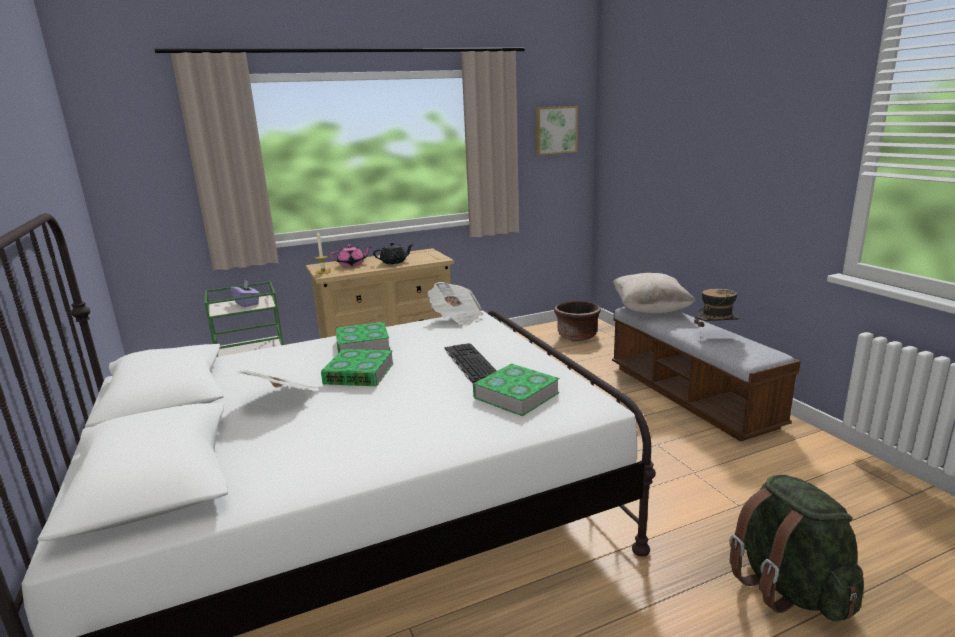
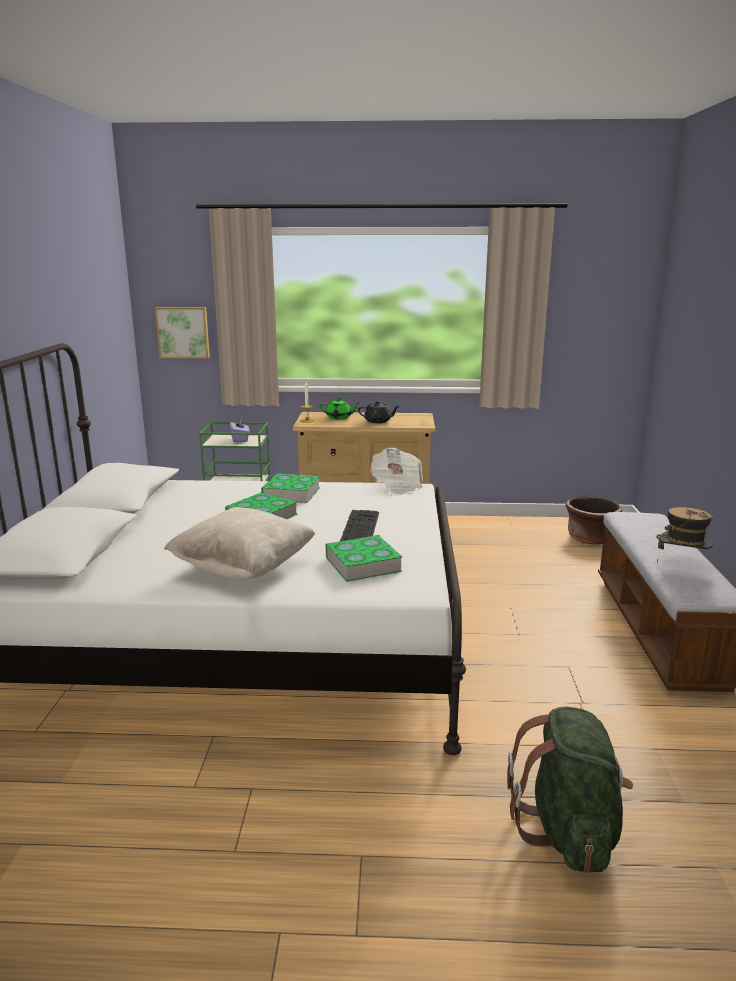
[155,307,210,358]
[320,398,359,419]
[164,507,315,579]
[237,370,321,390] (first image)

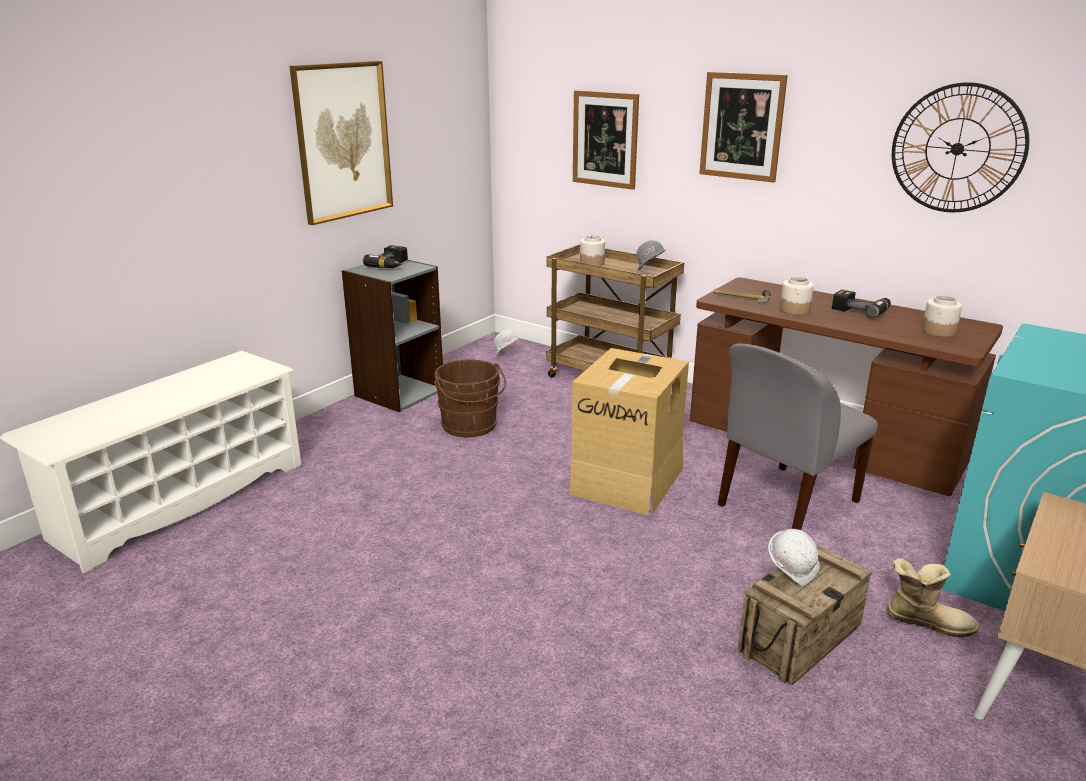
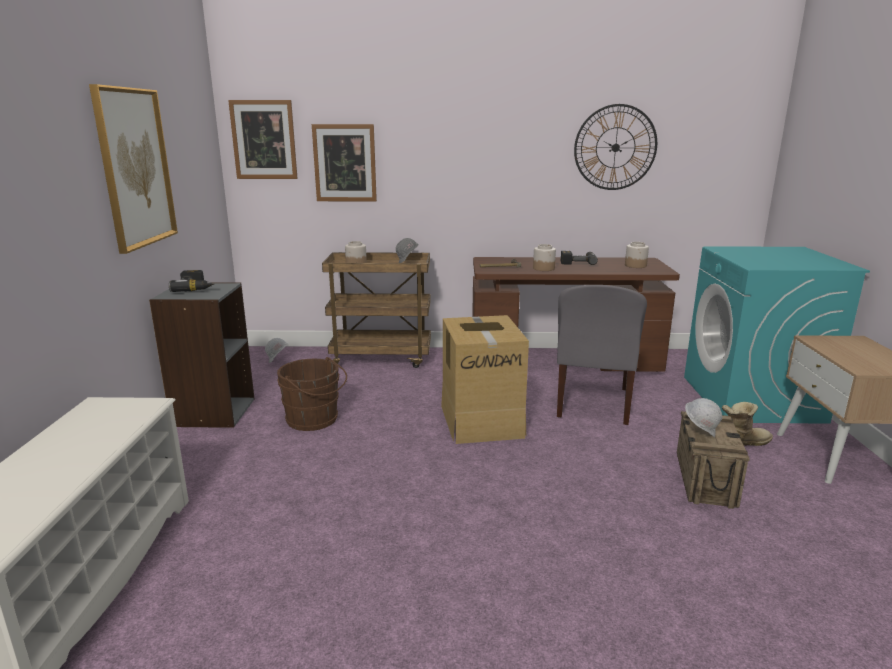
[228,100,298,179]

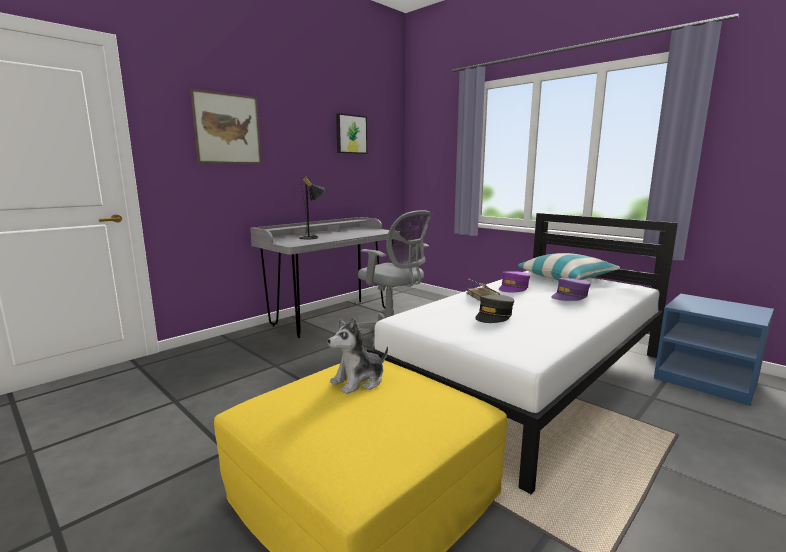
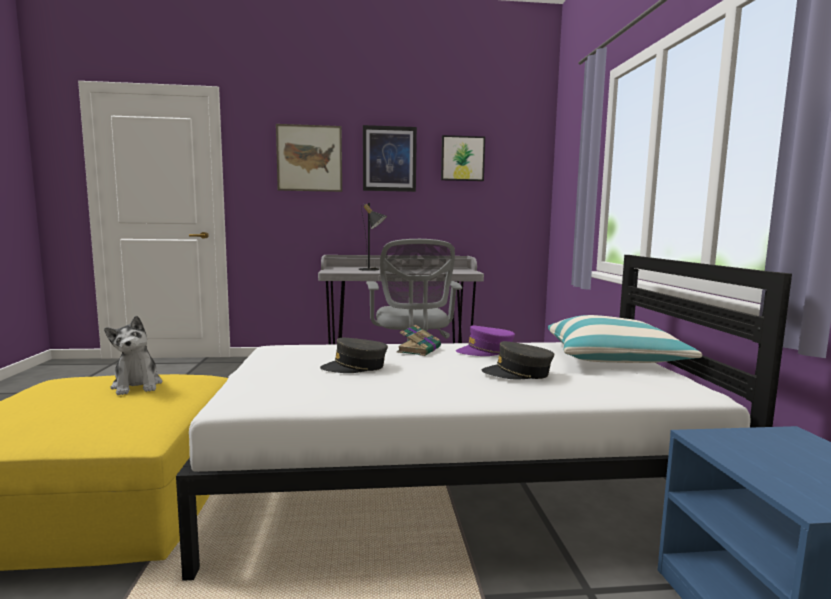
[482,341,554,379]
[104,316,162,395]
[363,125,417,192]

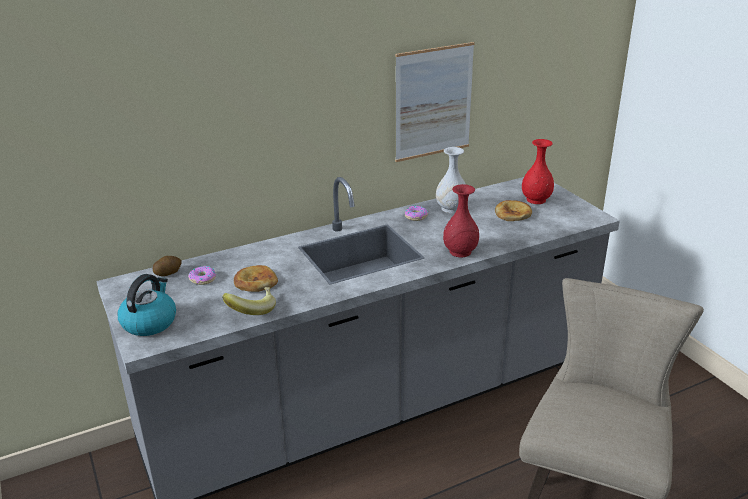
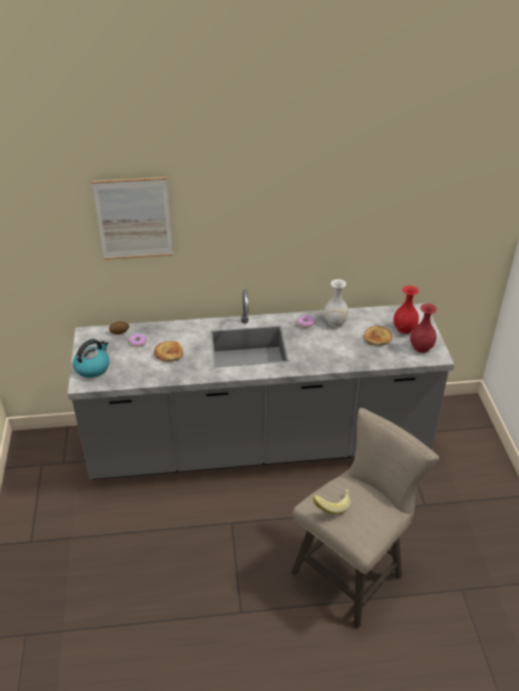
[92,177,173,260]
[410,303,437,353]
[313,489,351,515]

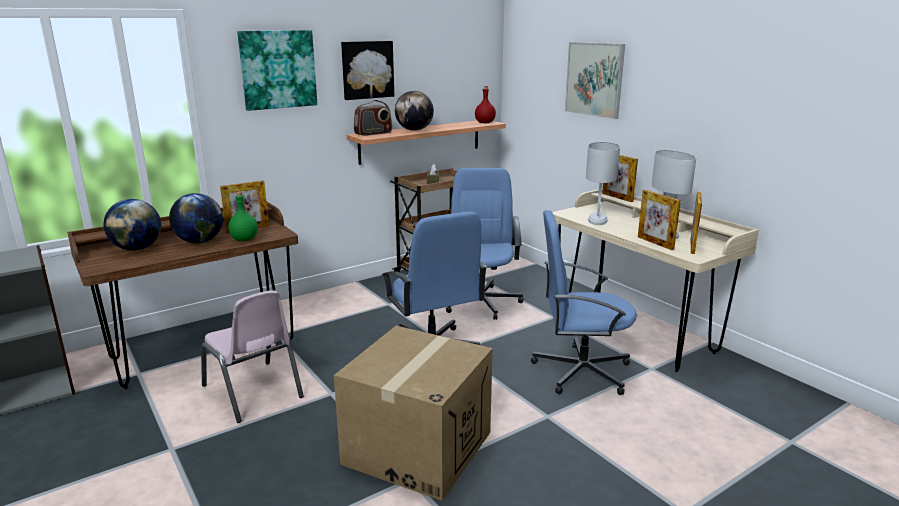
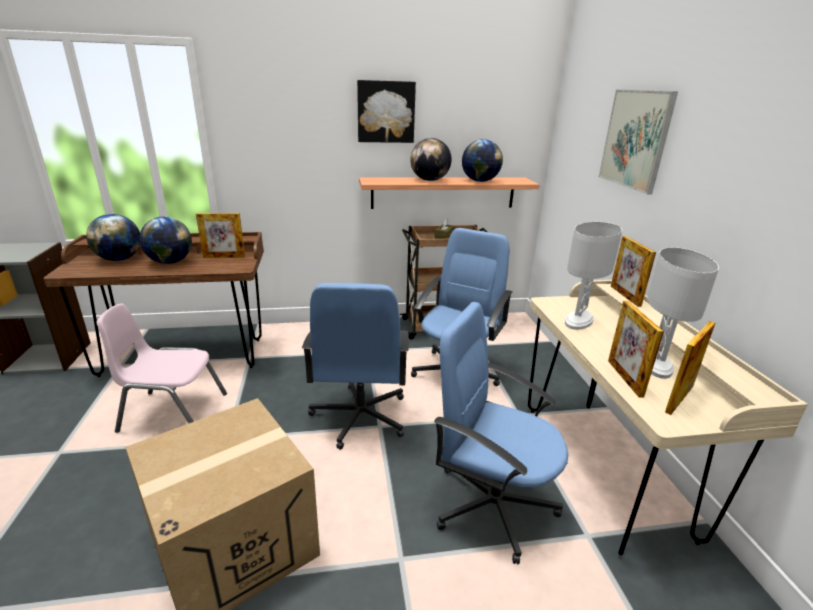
[237,30,317,111] (first image)
[475,86,496,123] (first image)
[354,100,392,136] (first image)
[228,192,258,241] (first image)
[97,304,227,433]
[462,139,503,182]

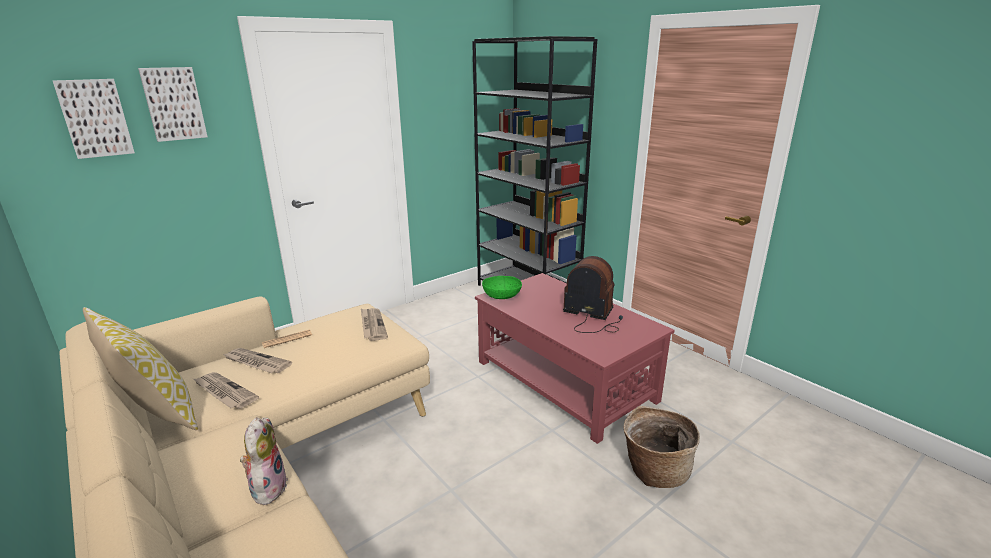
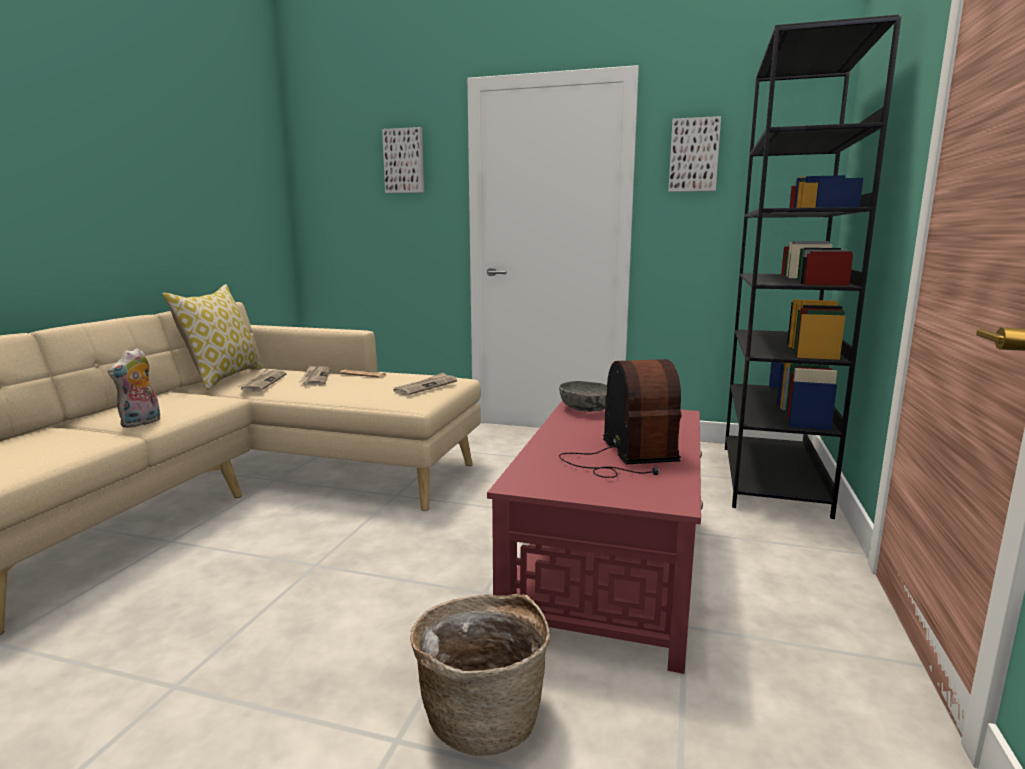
[668,116,721,192]
[559,381,607,412]
[108,348,160,428]

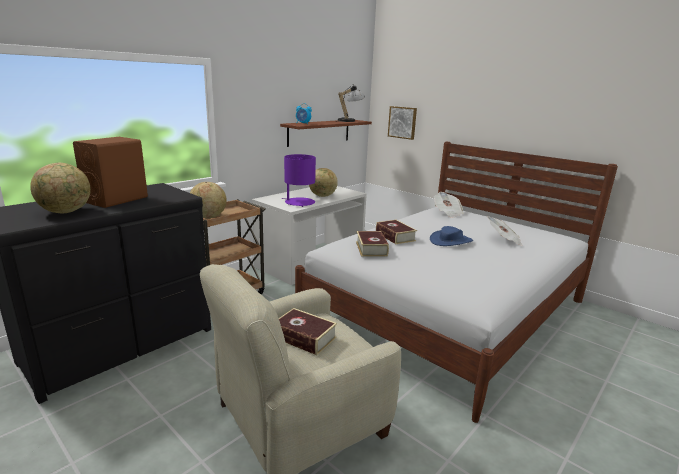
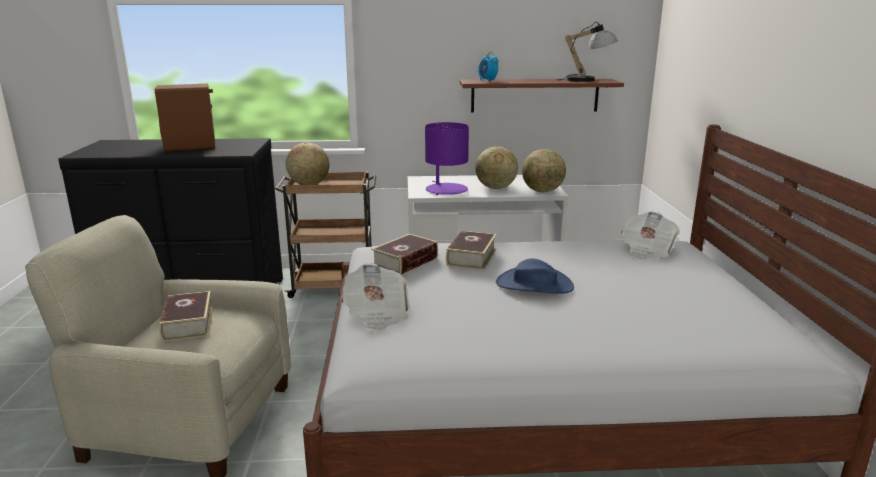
[388,106,417,140] (first image)
[522,149,566,192]
[341,263,409,332]

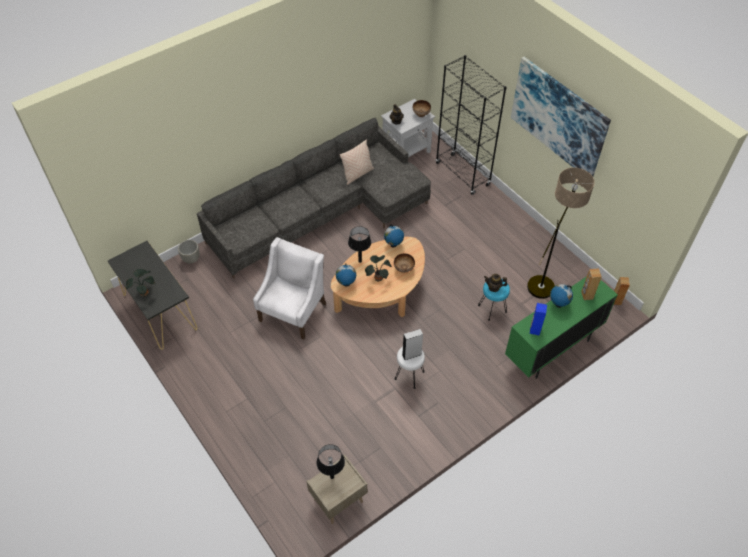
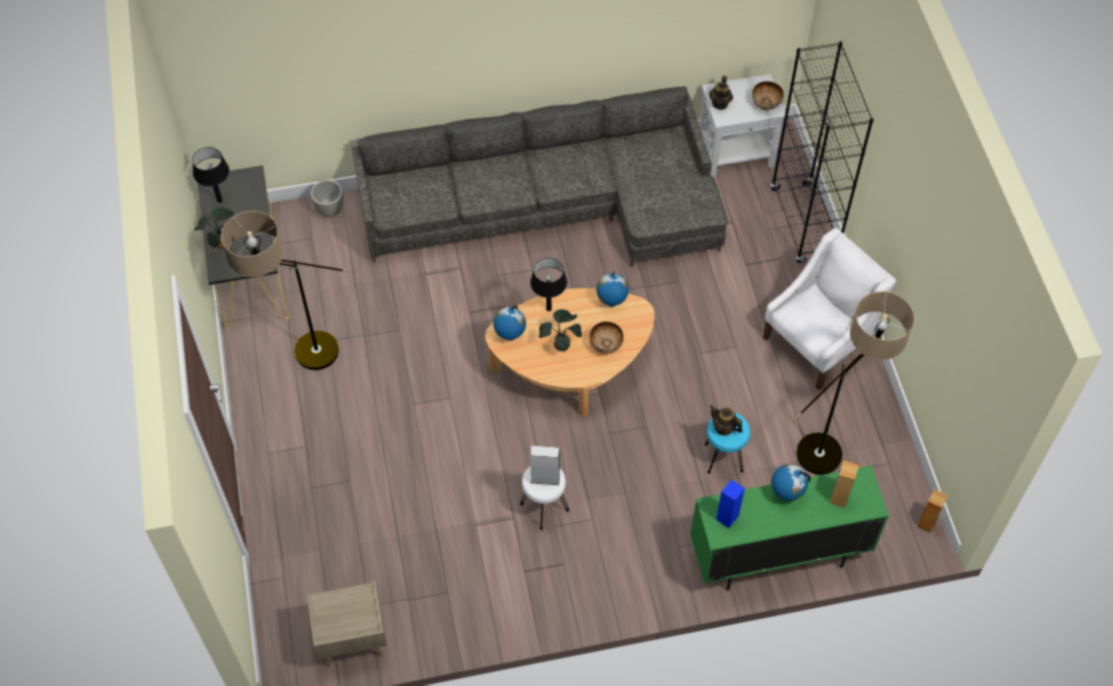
[511,57,611,176] (first image)
[339,140,374,185] (first image)
[763,228,896,390]
[192,147,229,203]
[221,211,353,370]

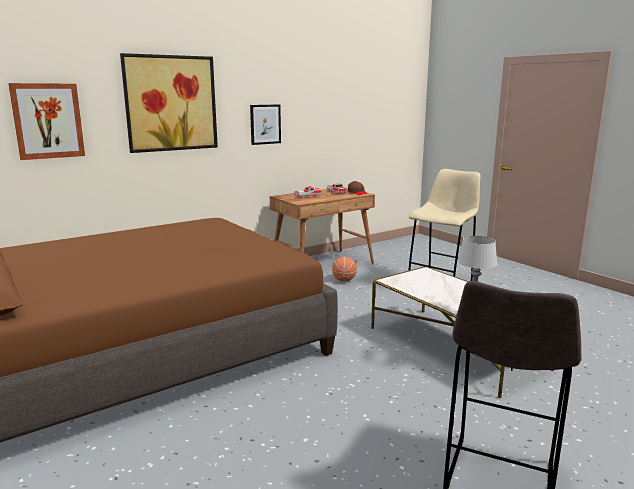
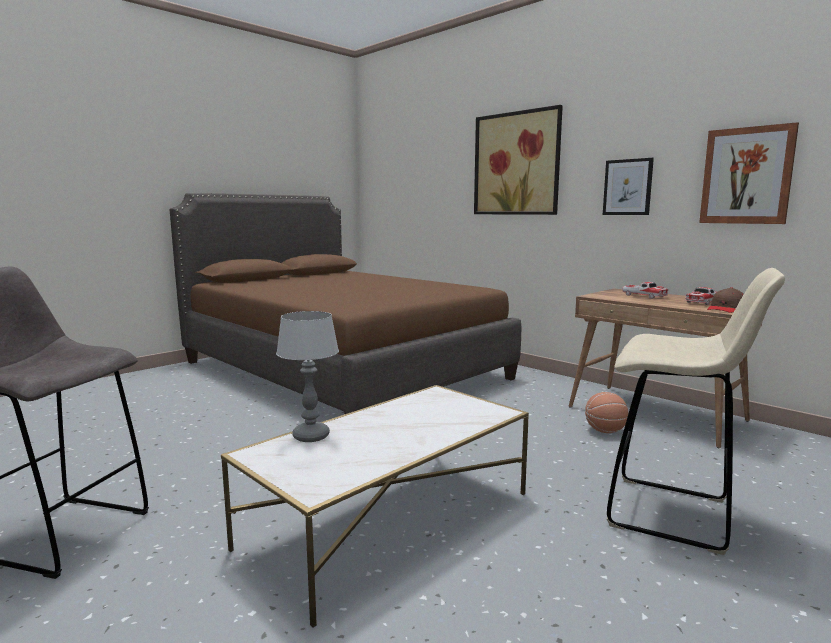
[699,122,799,224]

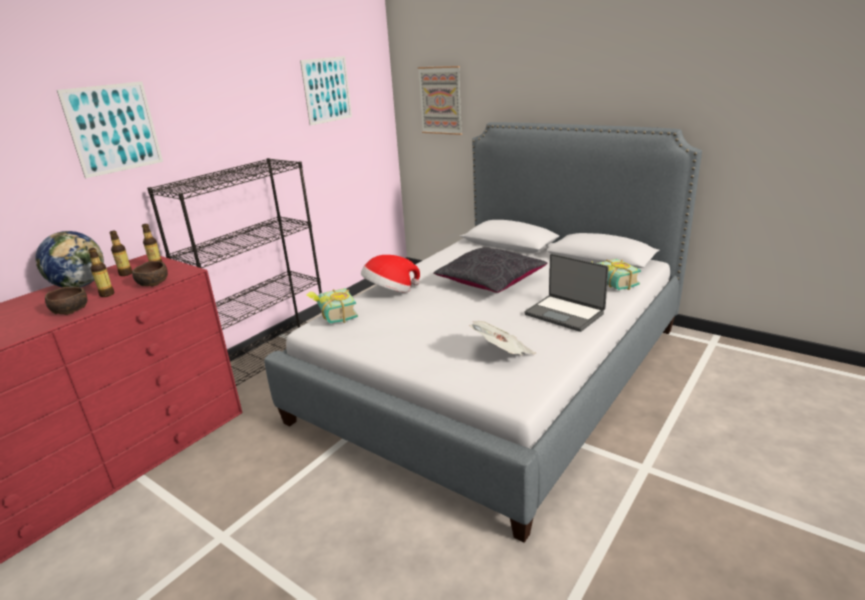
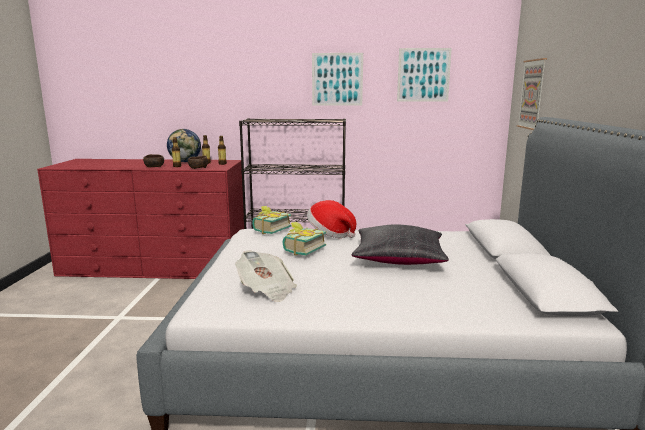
[312,53,363,106]
[524,254,609,332] (first image)
[282,222,326,255]

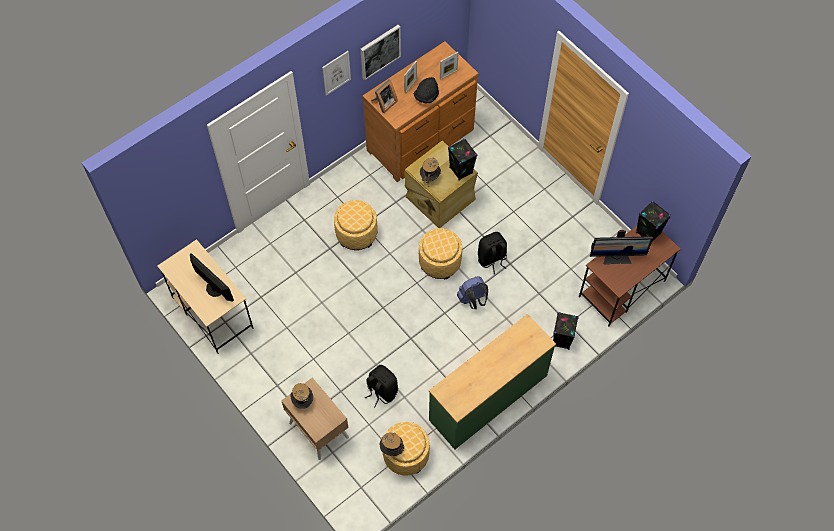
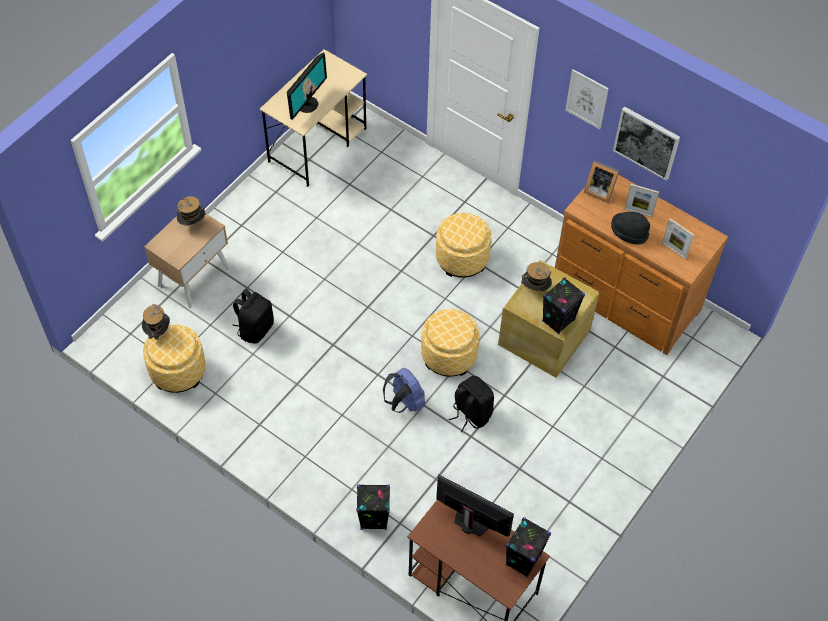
[436,475,514,537]
[429,314,556,449] (first image)

